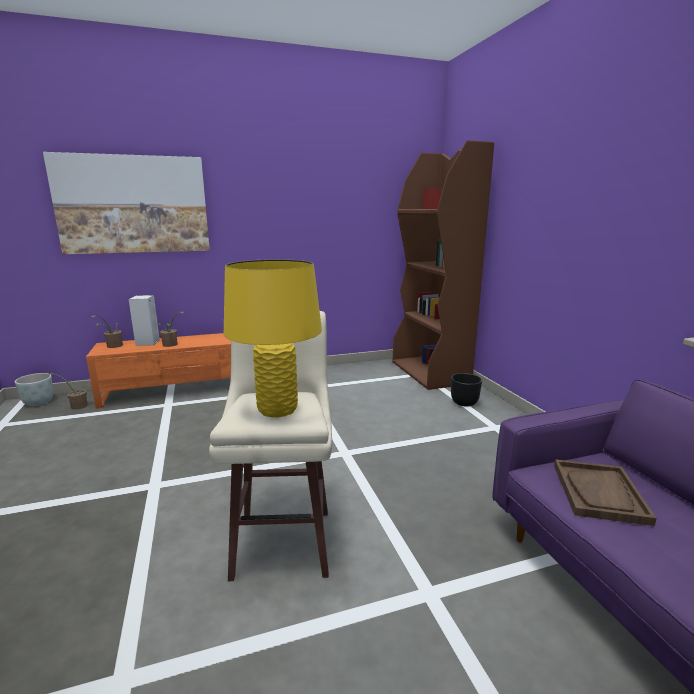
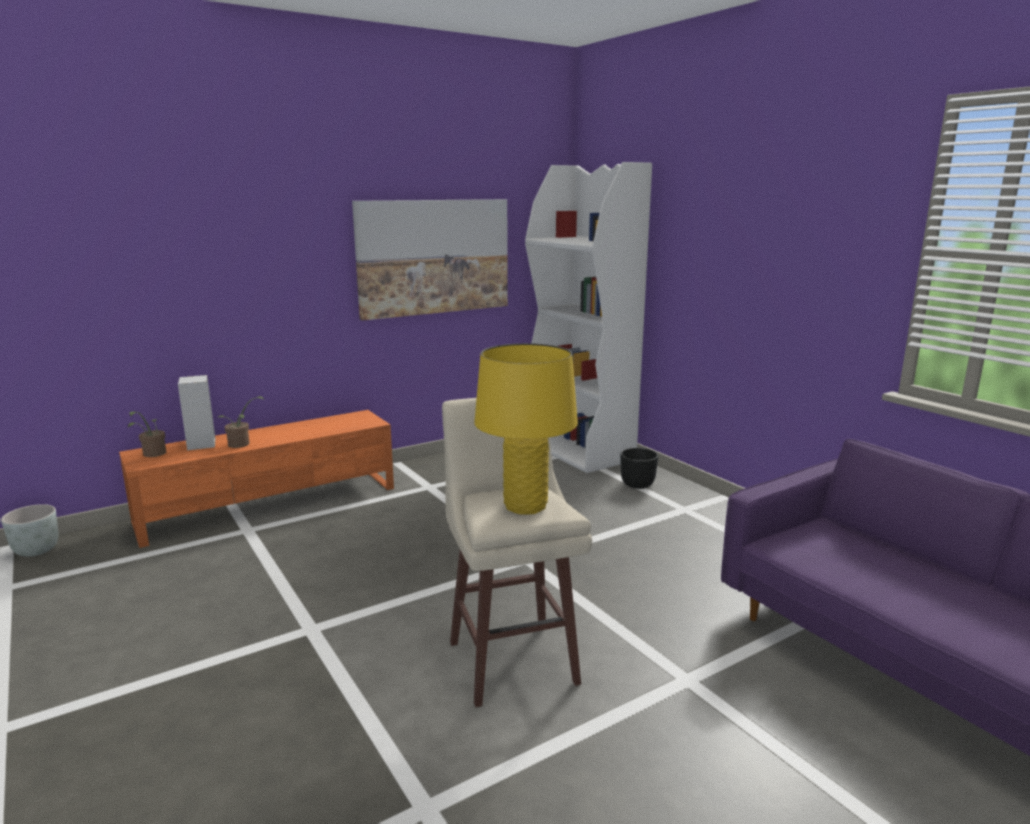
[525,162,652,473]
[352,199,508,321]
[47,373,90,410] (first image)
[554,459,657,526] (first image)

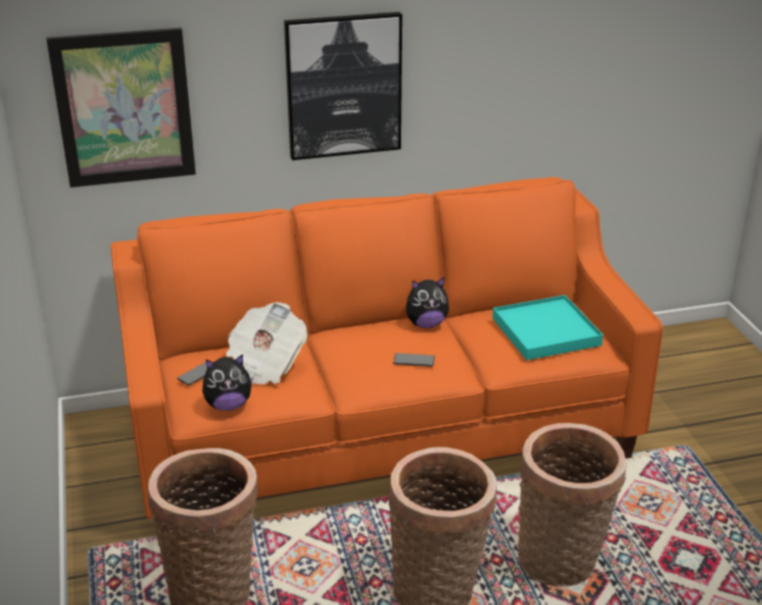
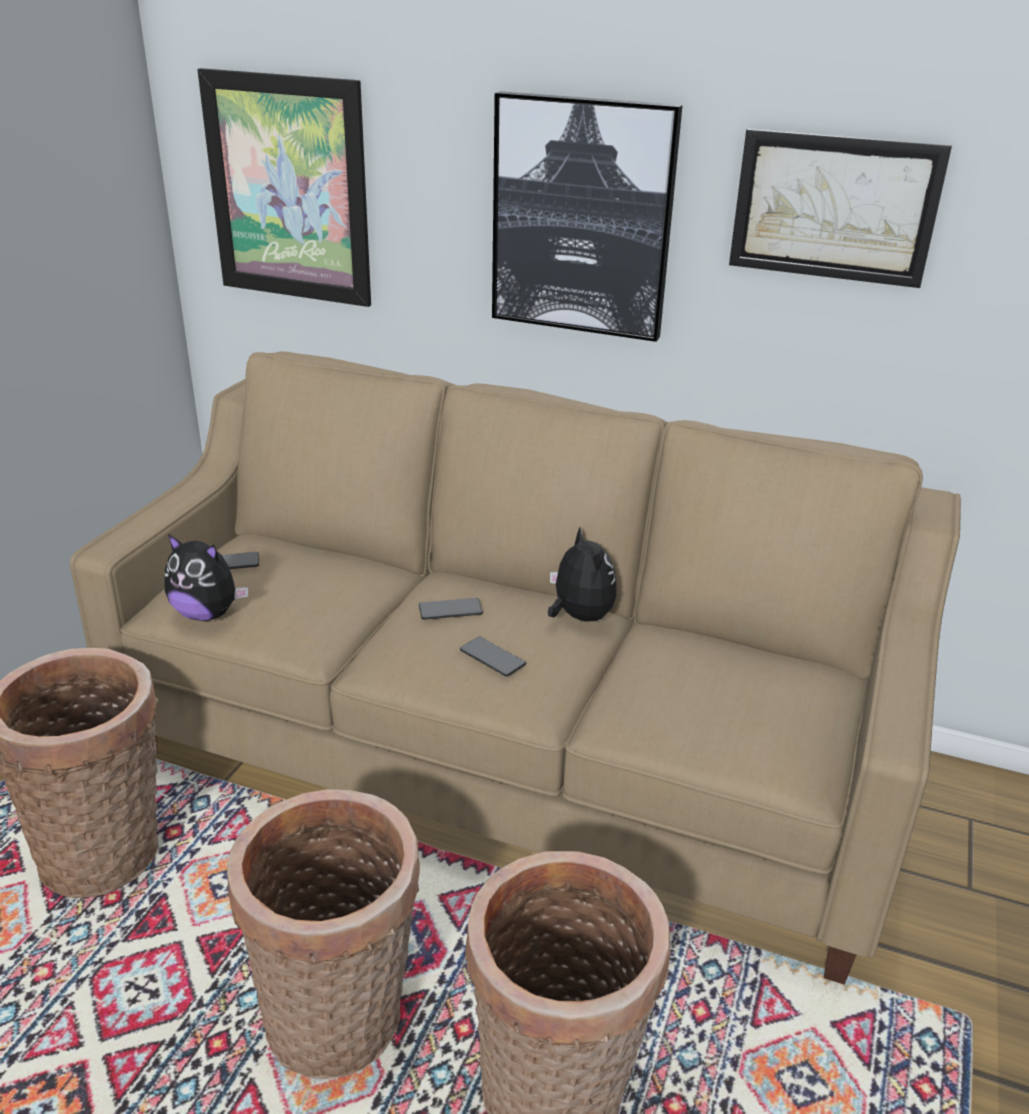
[70,351,961,984]
[548,527,617,621]
[493,295,603,360] (first image)
[226,302,308,385] (first image)
[729,129,952,288]
[419,598,483,620]

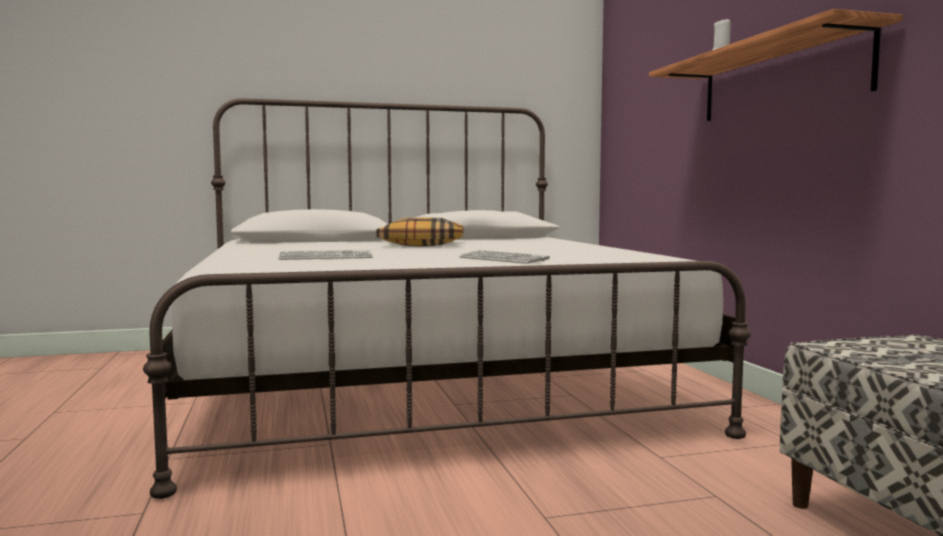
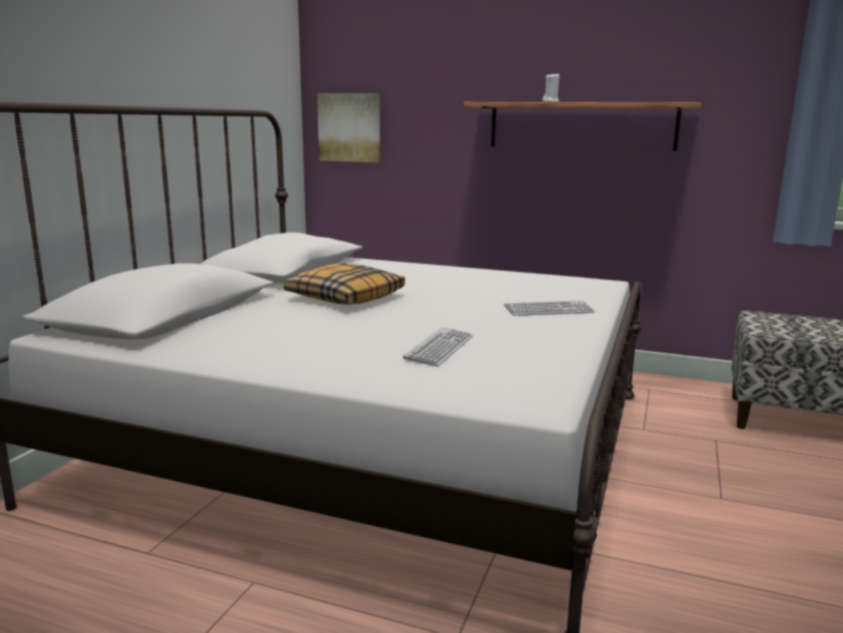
[317,93,380,163]

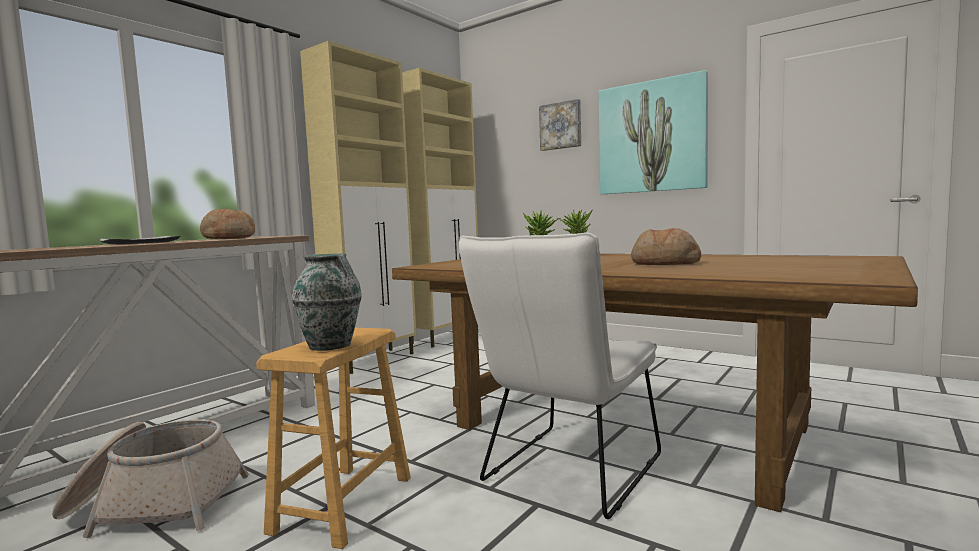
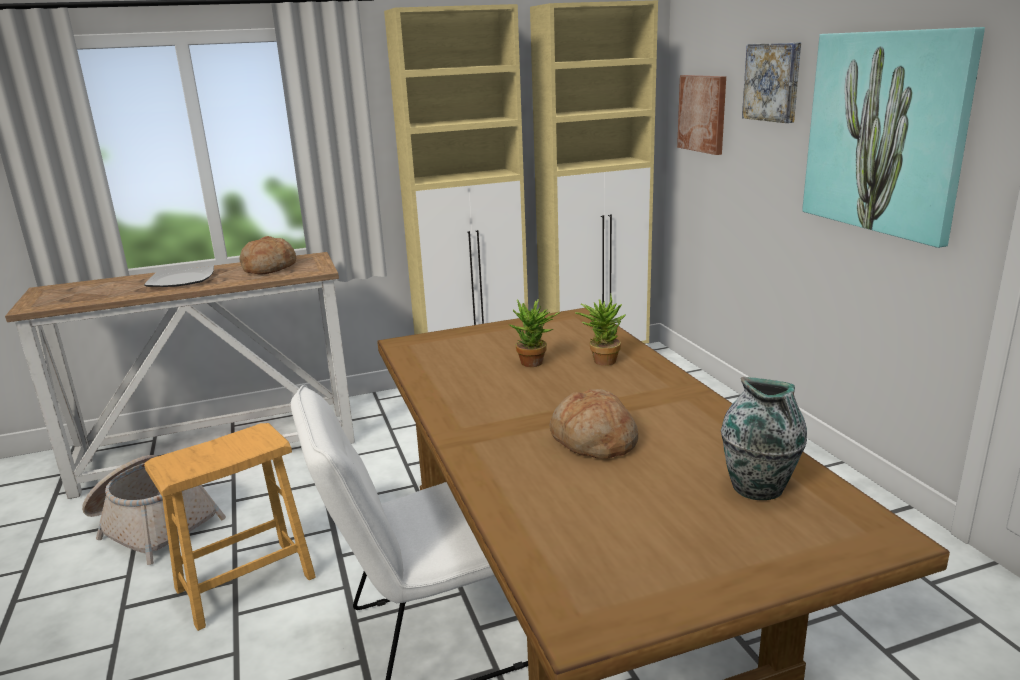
[721,377,807,500]
[677,75,726,155]

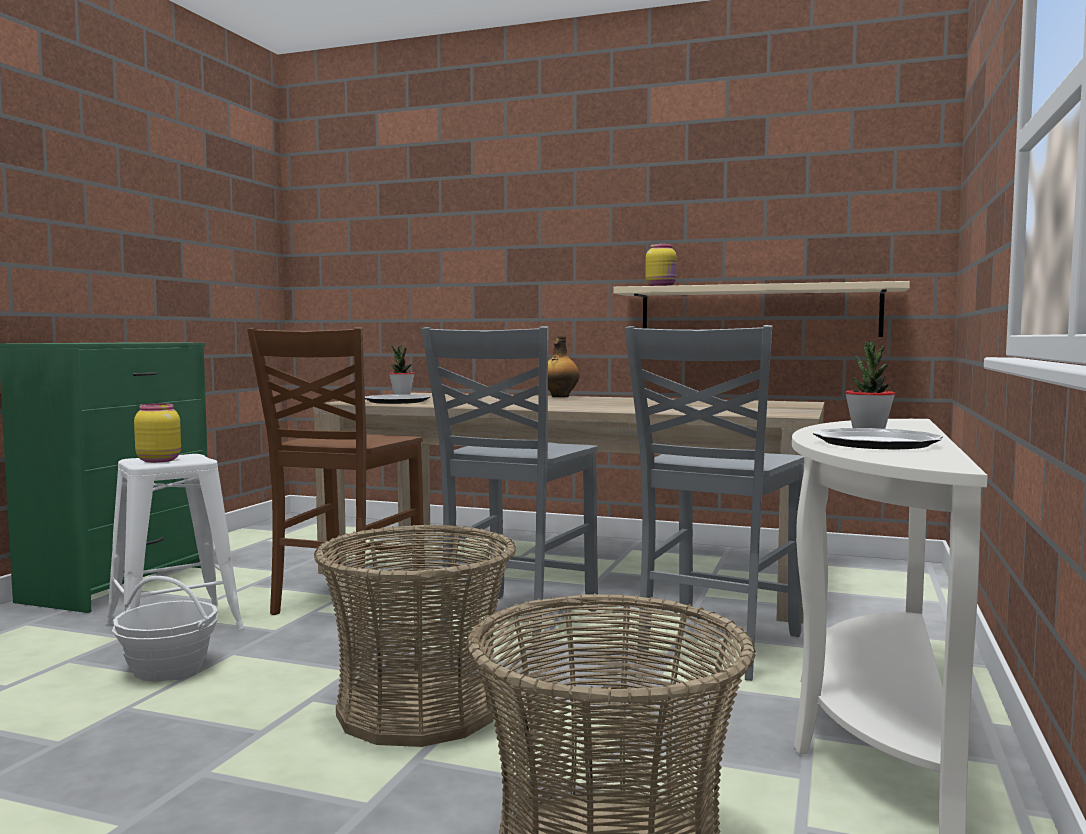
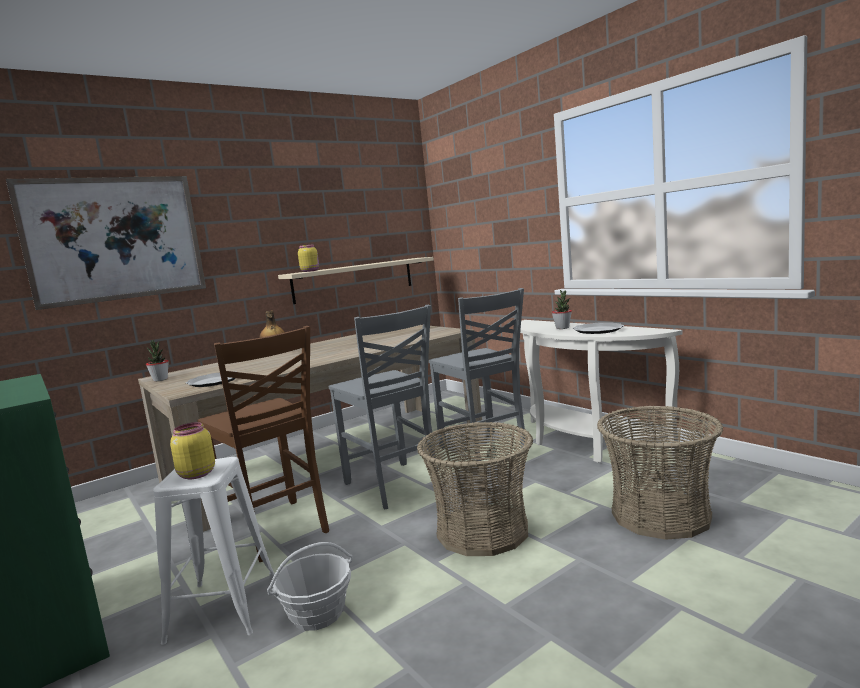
[6,176,206,310]

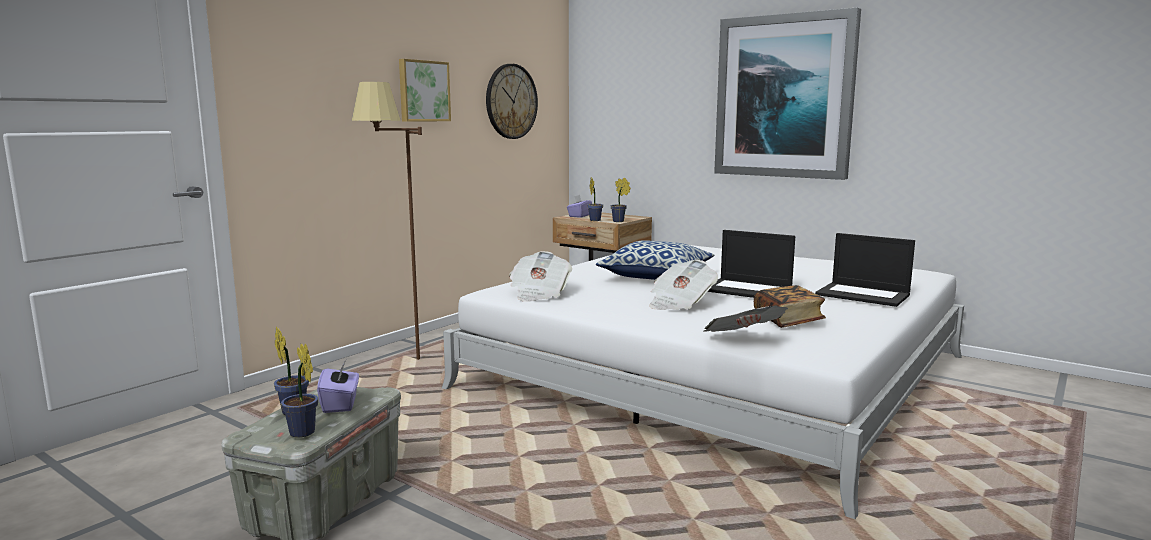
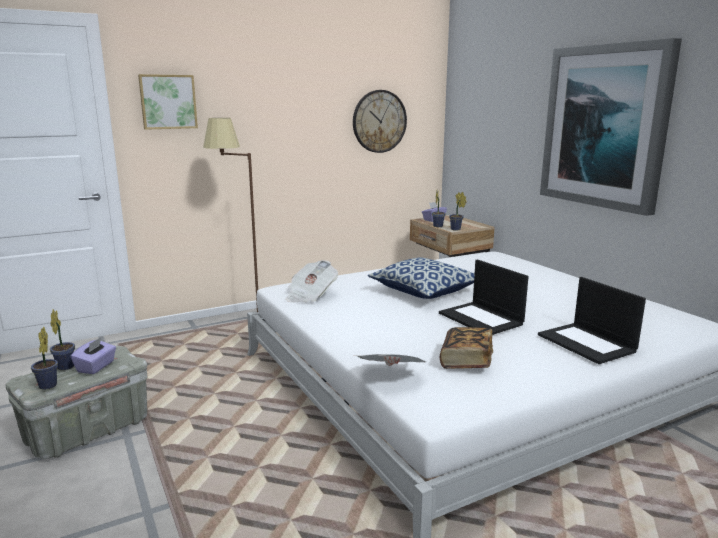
[138,74,198,130]
[649,260,718,310] (first image)

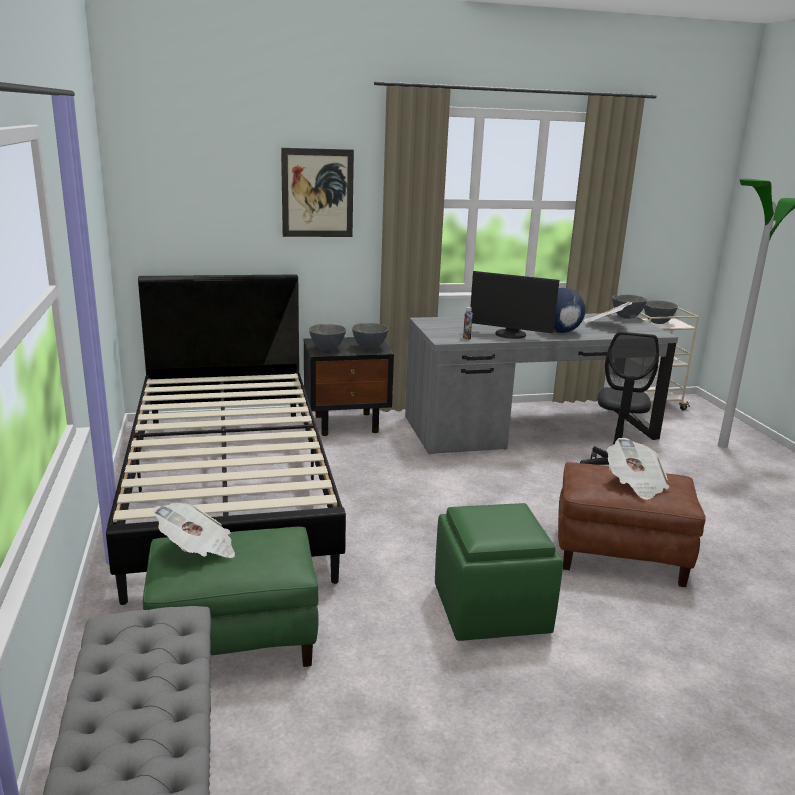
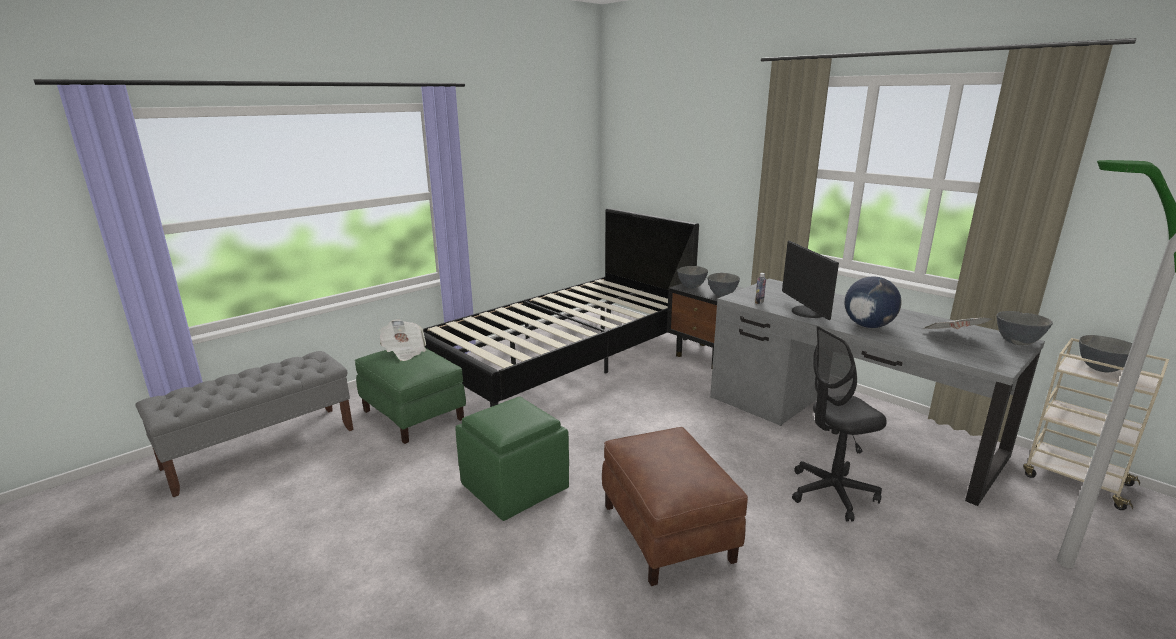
[281,148,354,237] (first image)
[607,438,669,500] (first image)

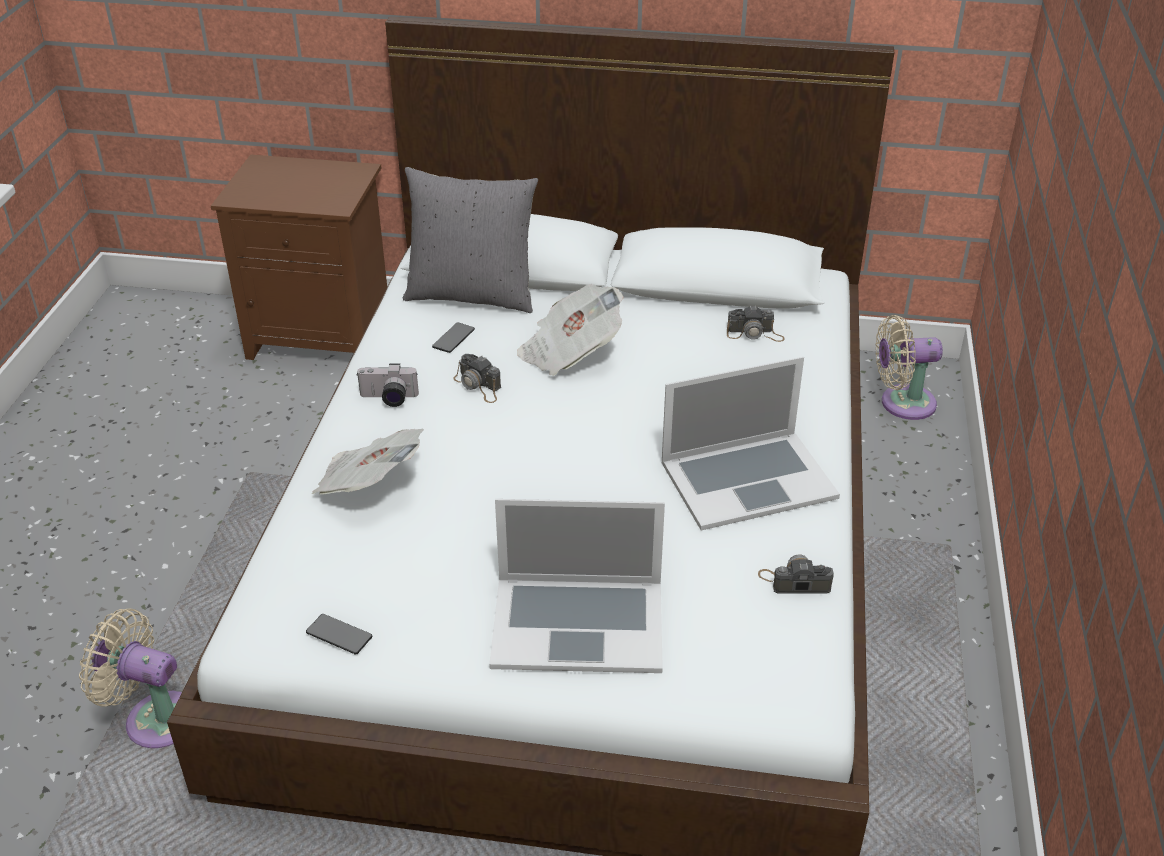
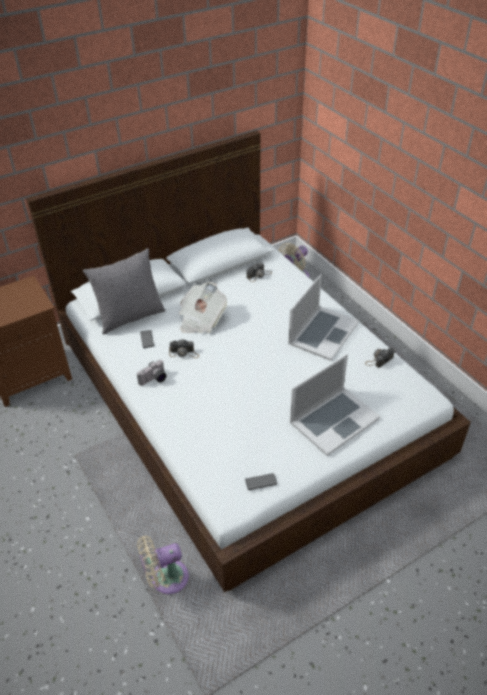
[311,429,423,495] (first image)

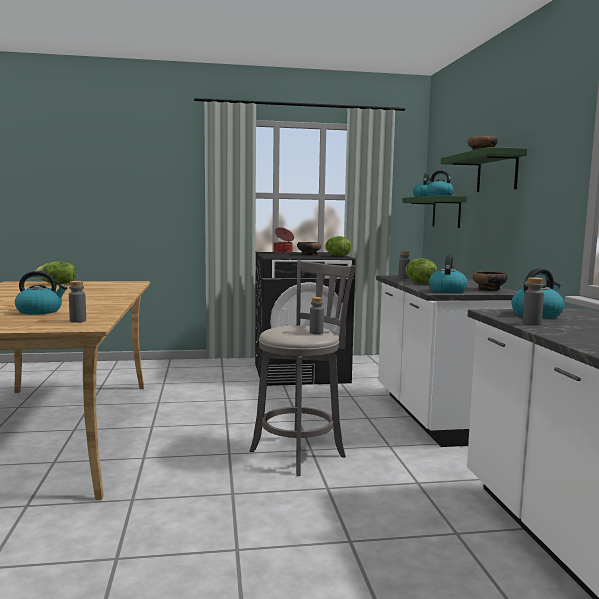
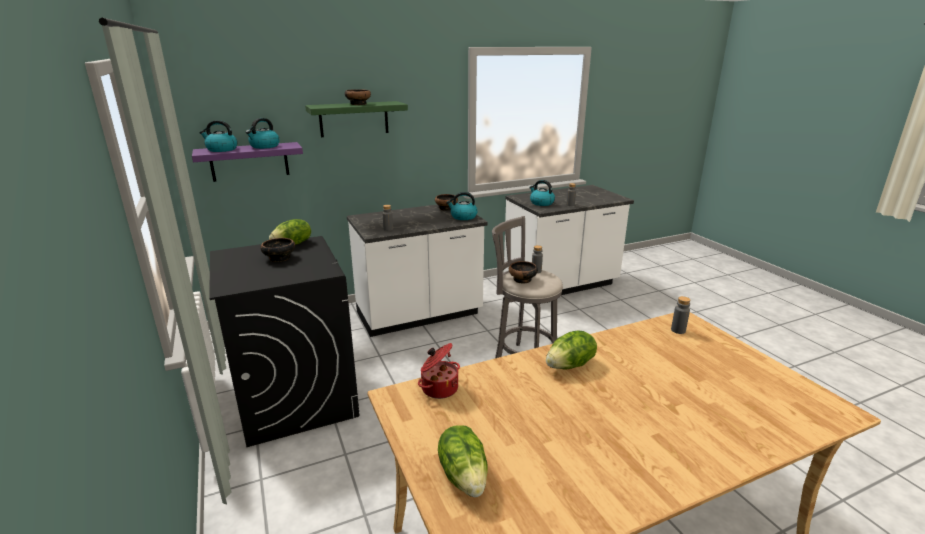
[192,142,303,182]
[418,343,460,399]
[546,331,597,369]
[15,271,67,315] (first image)
[509,261,538,284]

